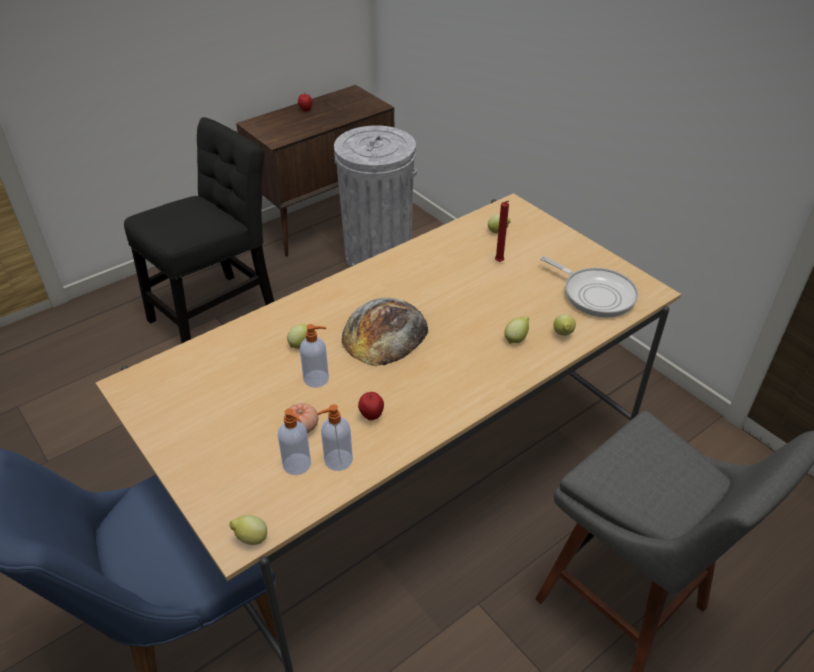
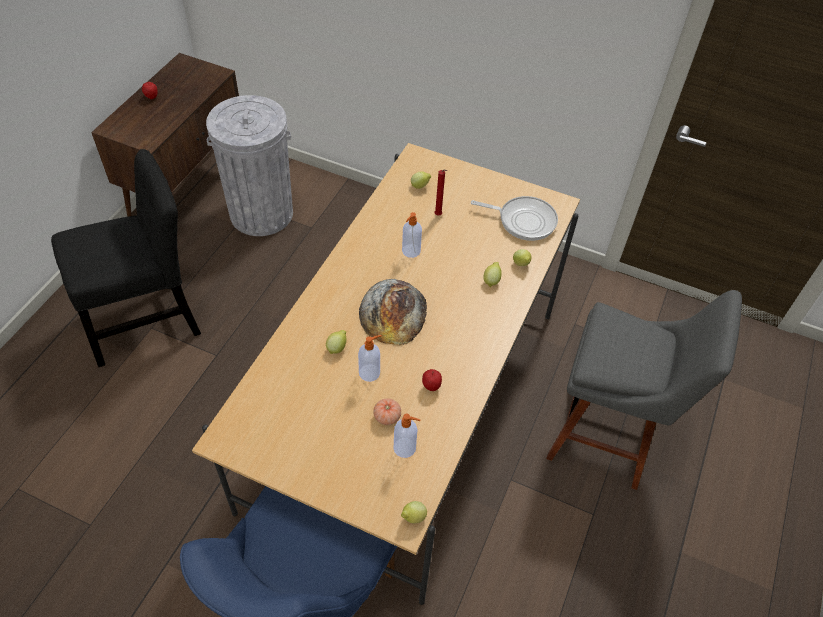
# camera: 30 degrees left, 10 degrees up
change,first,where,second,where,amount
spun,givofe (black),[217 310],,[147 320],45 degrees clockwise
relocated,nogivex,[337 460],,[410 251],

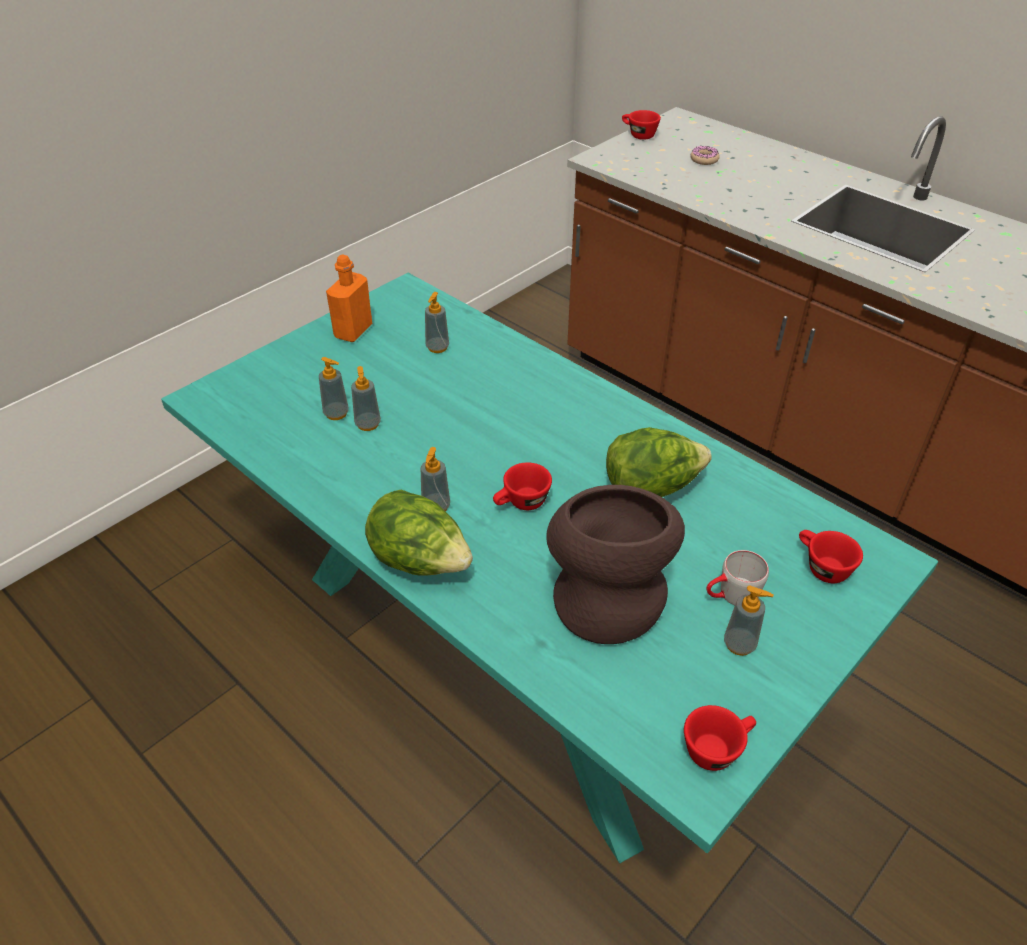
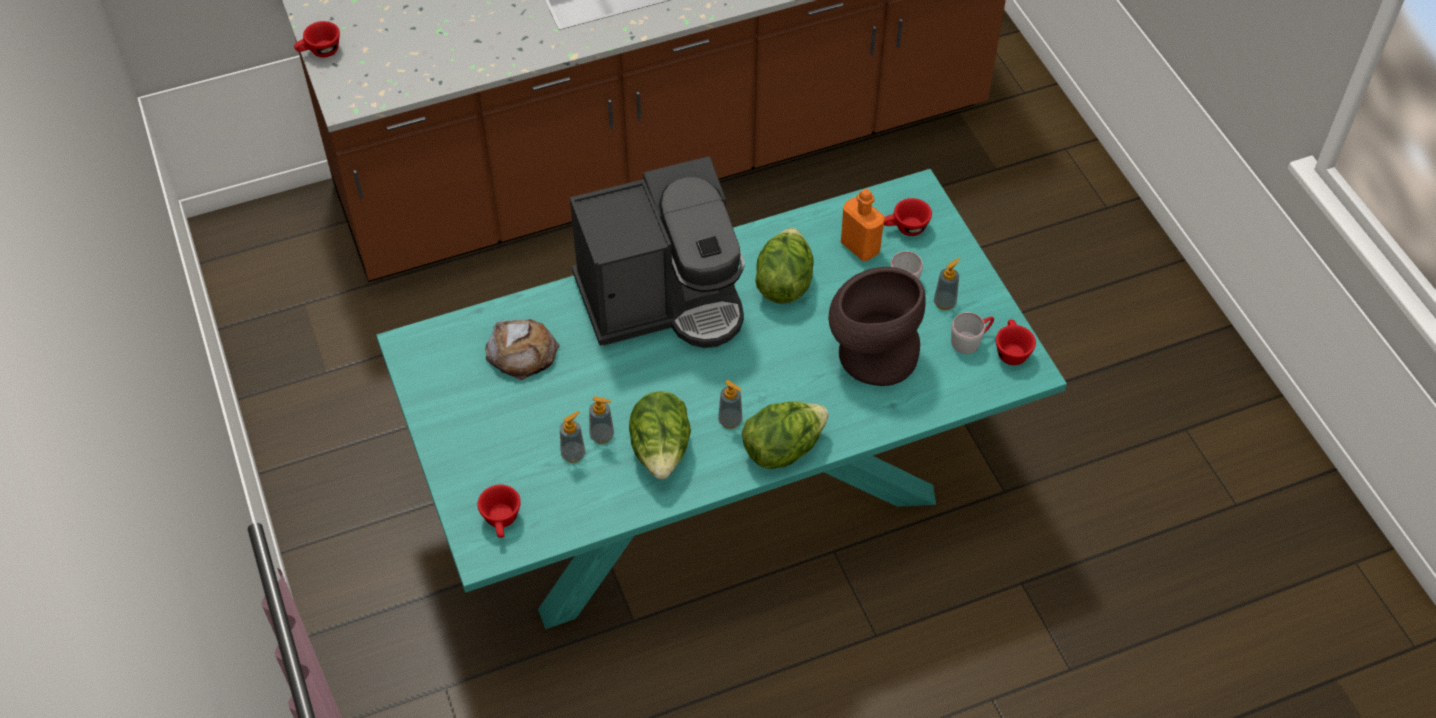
# camera: 65 degrees left, 10 degrees up
change,first,where,second,where,amount
relocated,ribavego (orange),[353 331],,[860 247],
exchanged,nogivex,[437 347],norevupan,[522 352],
relocated,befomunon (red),[521 503],,[502 522],
missing,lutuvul,[704 160],,,
appeared,,,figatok,[663 299],
appeared,,,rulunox,[661 451],
appeared,,,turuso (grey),[971 340],

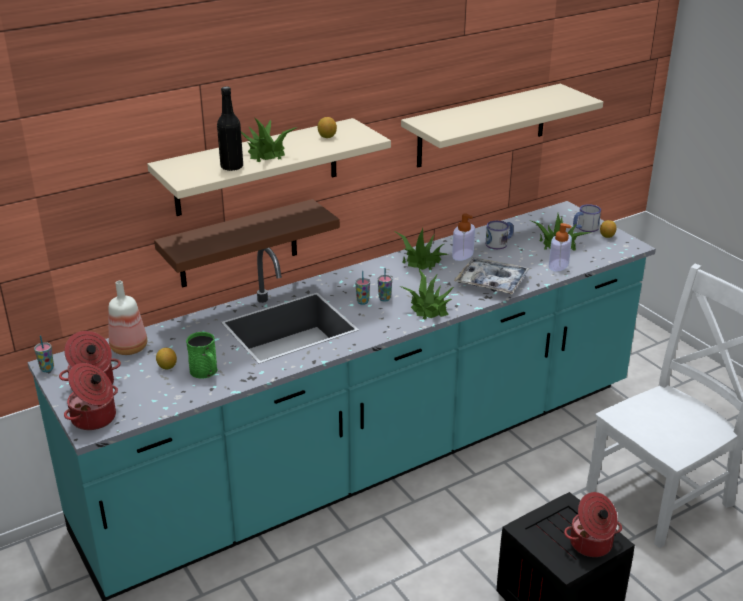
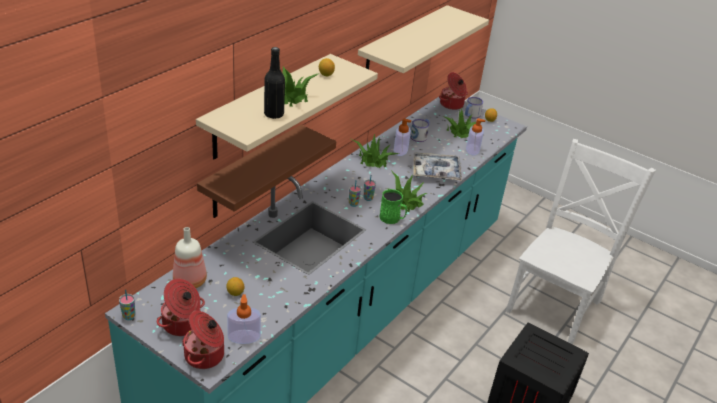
# camera: 25 degrees left, 5 degrees up
change,first,where,second,where,amount
relocated,turuso (green),[205 372],,[392 219],
relocated,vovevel,[591 544],,[452 105],
appeared,,,nogivex,[244 337],

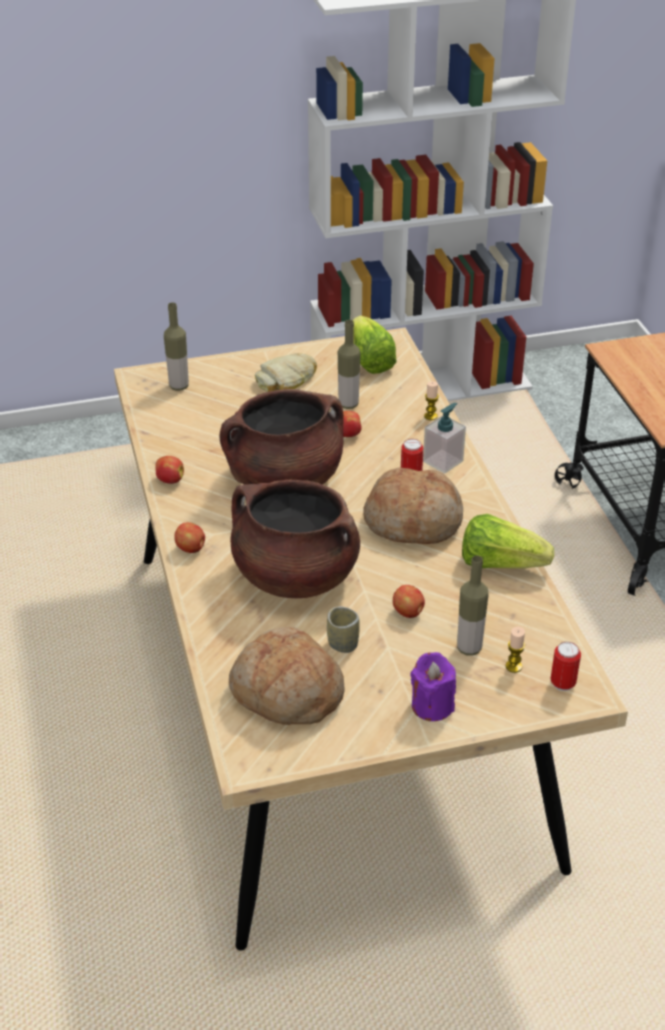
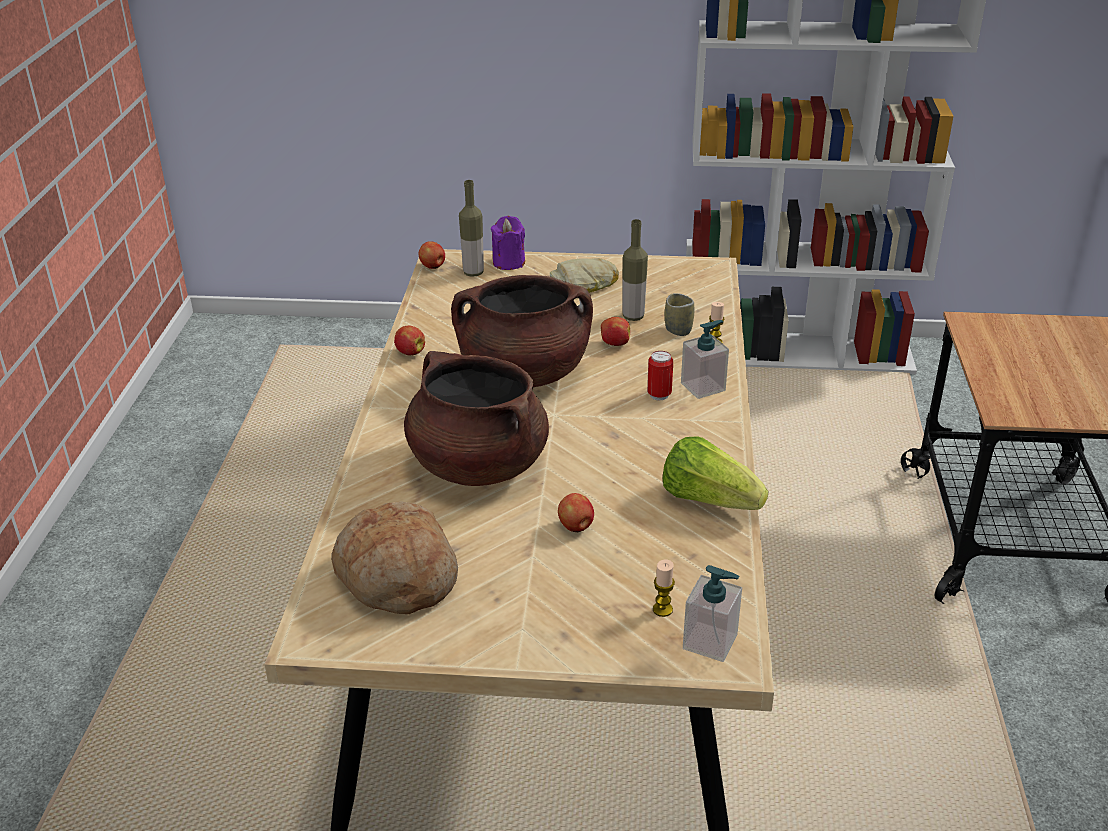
# camera: 20 degrees right, 5 degrees down
change,first,where,second,where,amount
relocated,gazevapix,[191 549],,[433 267],
relocated,befomunon,[343 644],,[678 330],
missing,rulunox,[369 360],,,
missing,norevupan,[414 520],,,
relocated,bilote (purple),[432 705],,[508 262],
missing,ribavego,[469 648],,,
exchanged,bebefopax,[562 683],nogivex,[710 642],

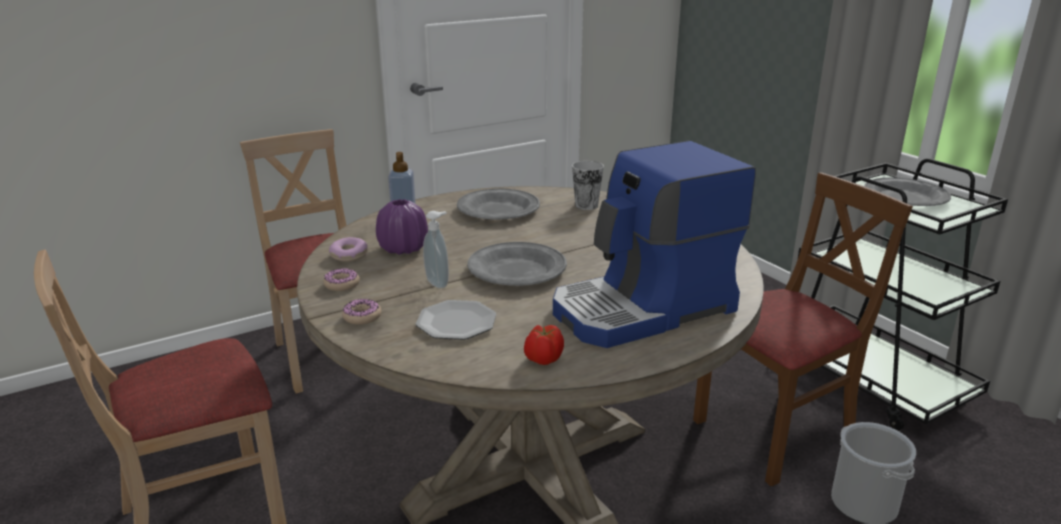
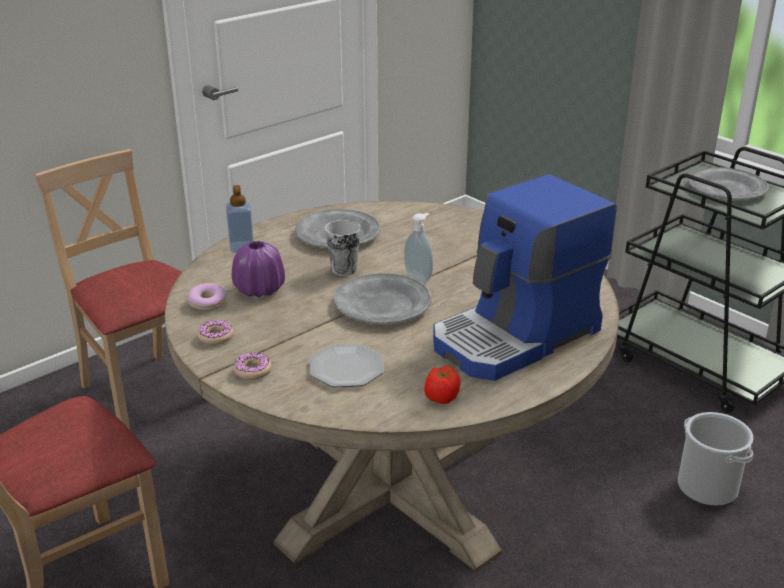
# camera: 10 degrees left, 5 degrees up
change,first,where,second,where,amount
relocated,nogivex,[438 283],,[419 277],
relocated,befomunon,[586 206],,[344 270],
missing,givofe (brown),[774 434],,,

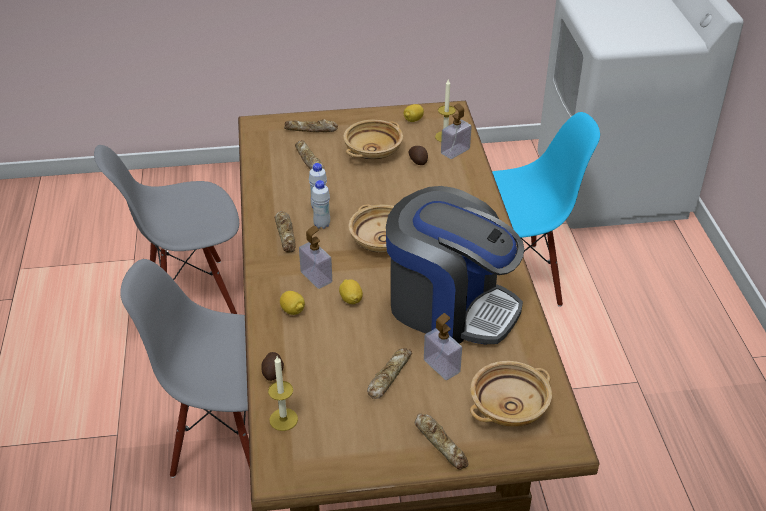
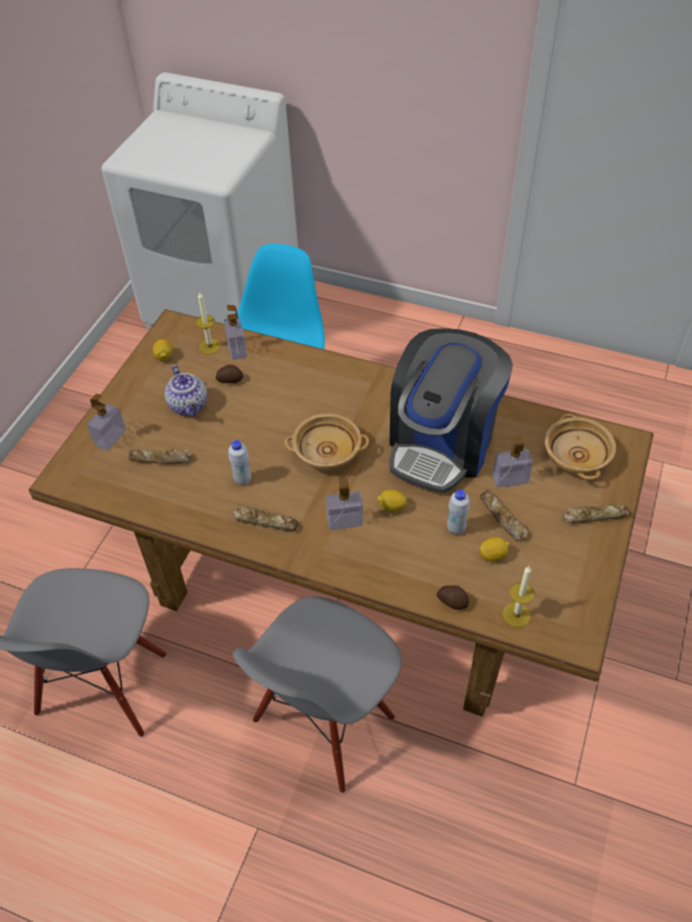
# camera: 60 degrees left, 10 degrees up
change,first,where,second,where,amount
relocated,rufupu,[292 310],,[493 555],
exchanged,norevupan,[311 130],nogivex,[110 438],
relocated,ribavego (white),[322 225],,[456 528],
exchanged,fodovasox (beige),[373 152],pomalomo,[189 405],
spun,figatok,[450 306],,[442 443],150 degrees clockwise

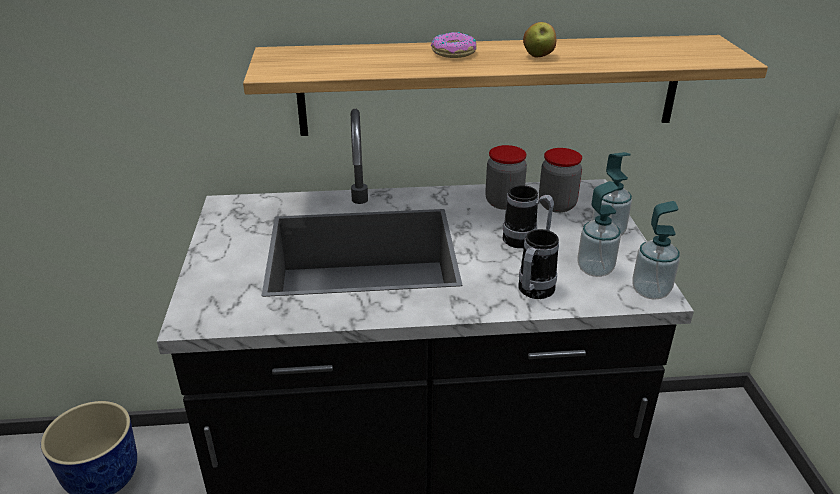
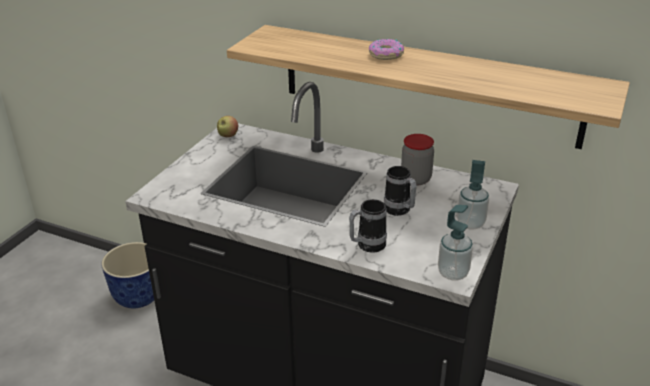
# camera: 30 degrees right, 0 degrees up
change,first,where,second,where,amount
relocated,gazevapix,[538 56],,[228 136],
missing,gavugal,[557 205],,,
missing,nogivex,[595 269],,,

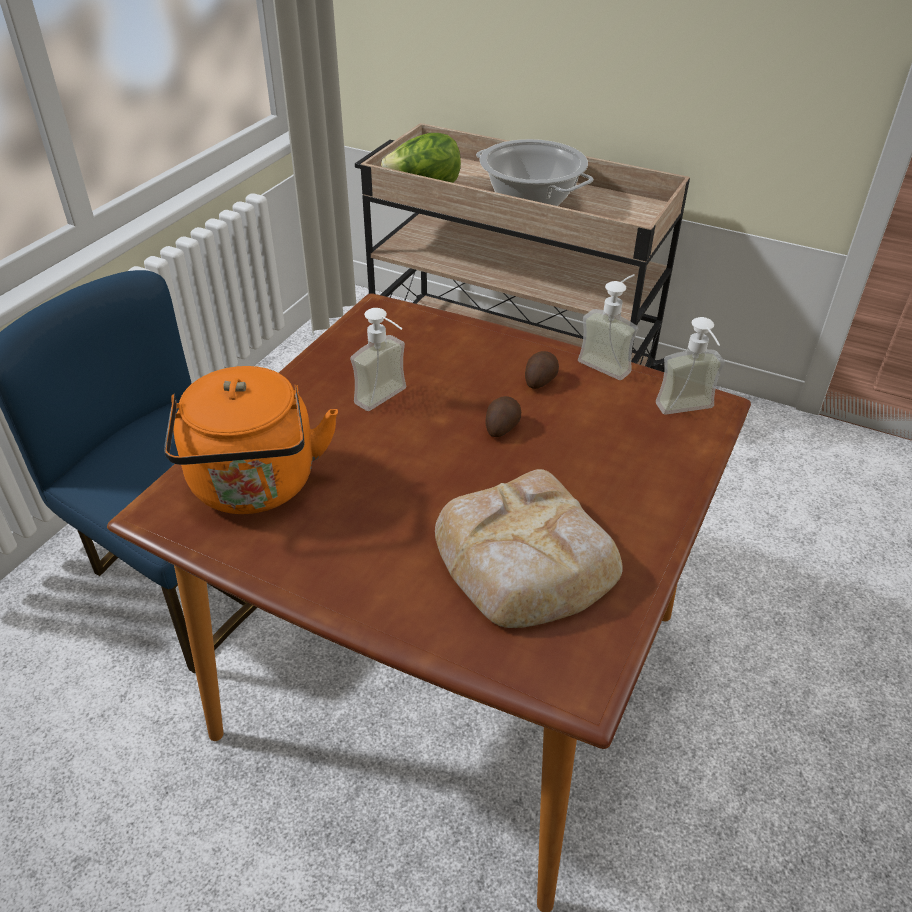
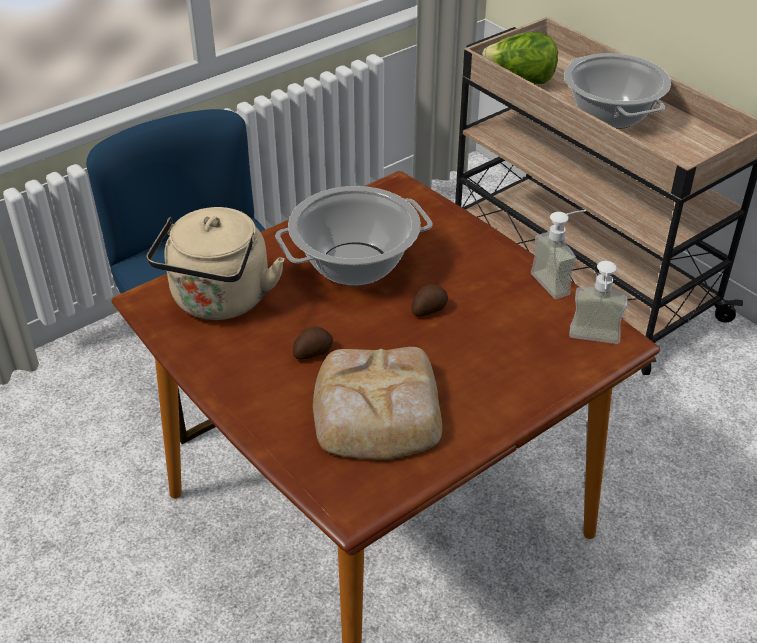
# camera: 25 degrees right, 0 degrees up
change,first,where,second,where,amount
colour,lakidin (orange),[255 487],lakidin (beige),[219 302],
exchanged,nogivex,[388 400],vovevel,[355 264],
relocated,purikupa,[539 380],,[312 352],

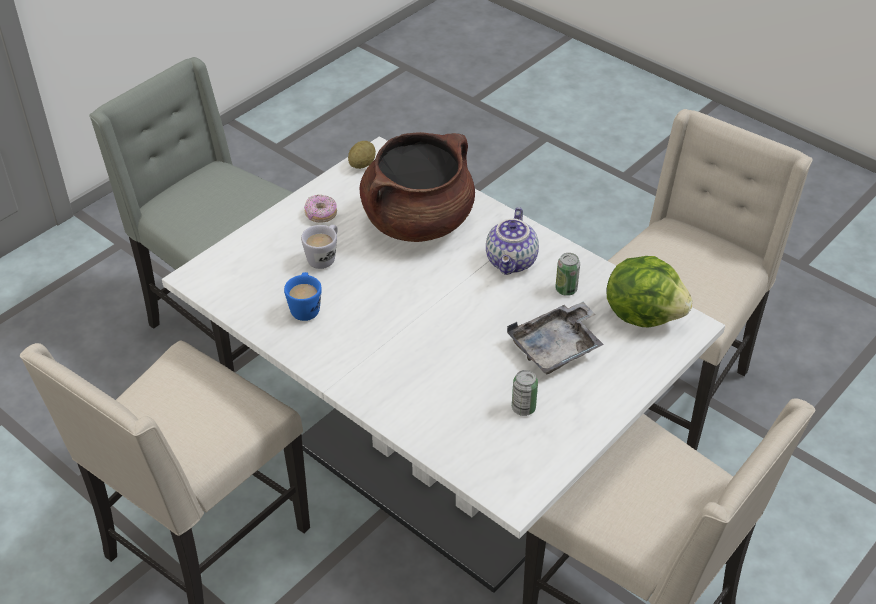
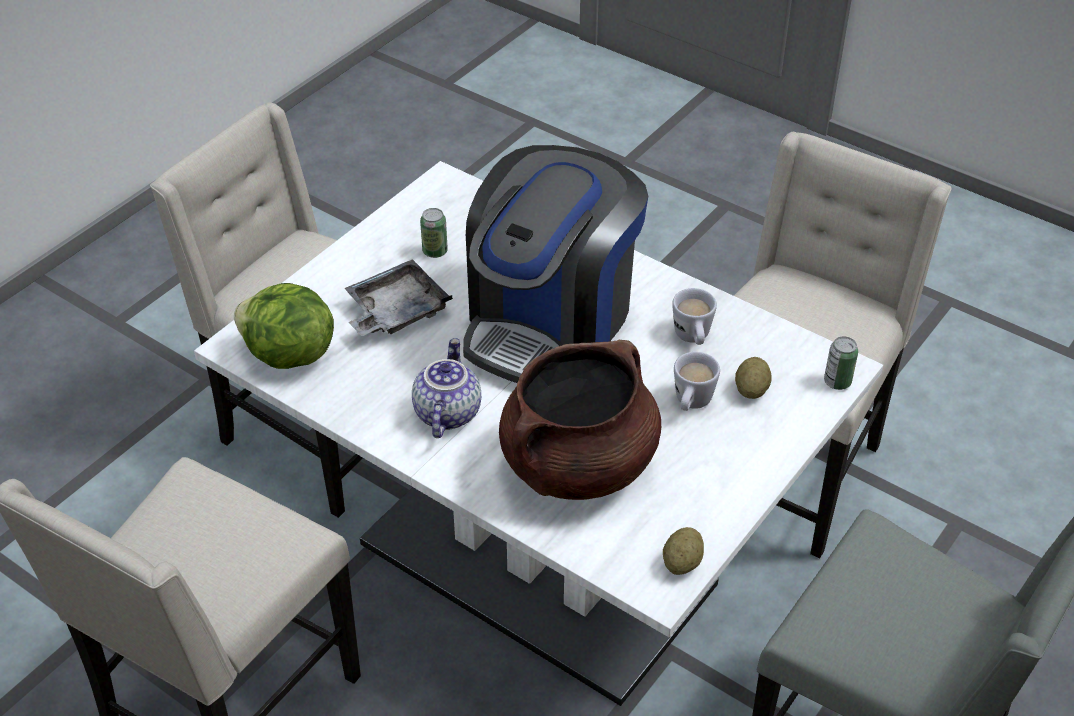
# camera: 175 degrees right, 0 degrees up
change,first,where,second,where,amount
colour,turuso (blue),[305 307],turuso (white),[693 339],
missing,lutuvul,[321 214],,,
relocated,bebefopax,[566 289],,[837 382],
appeared,,,figatok,[550 322],
appeared,,,purikupa,[751 390],

